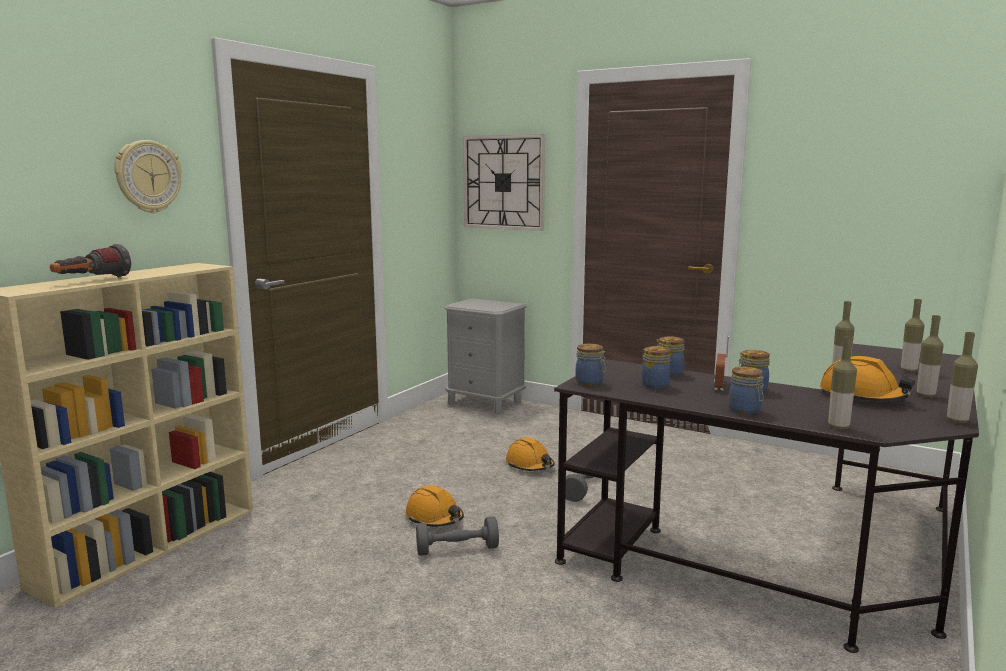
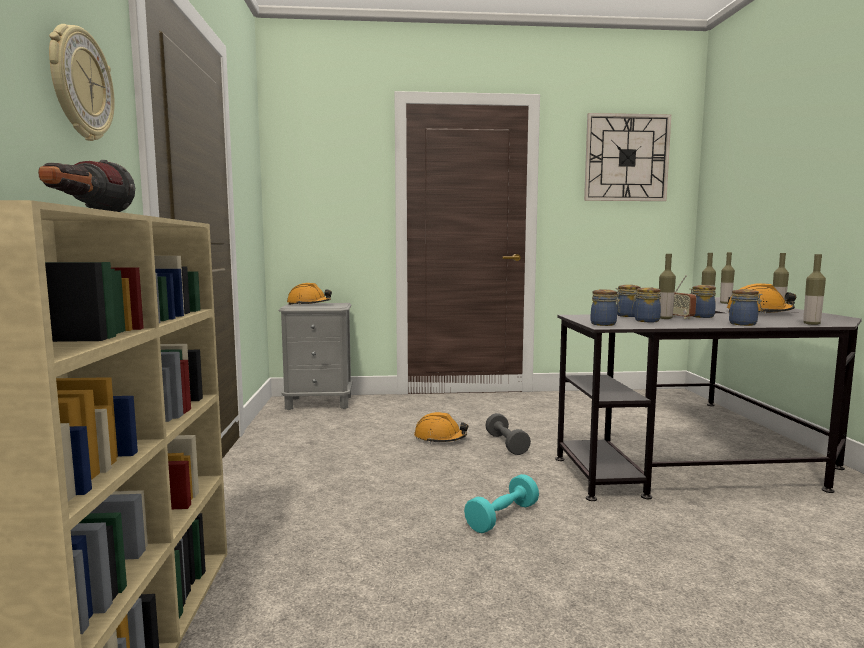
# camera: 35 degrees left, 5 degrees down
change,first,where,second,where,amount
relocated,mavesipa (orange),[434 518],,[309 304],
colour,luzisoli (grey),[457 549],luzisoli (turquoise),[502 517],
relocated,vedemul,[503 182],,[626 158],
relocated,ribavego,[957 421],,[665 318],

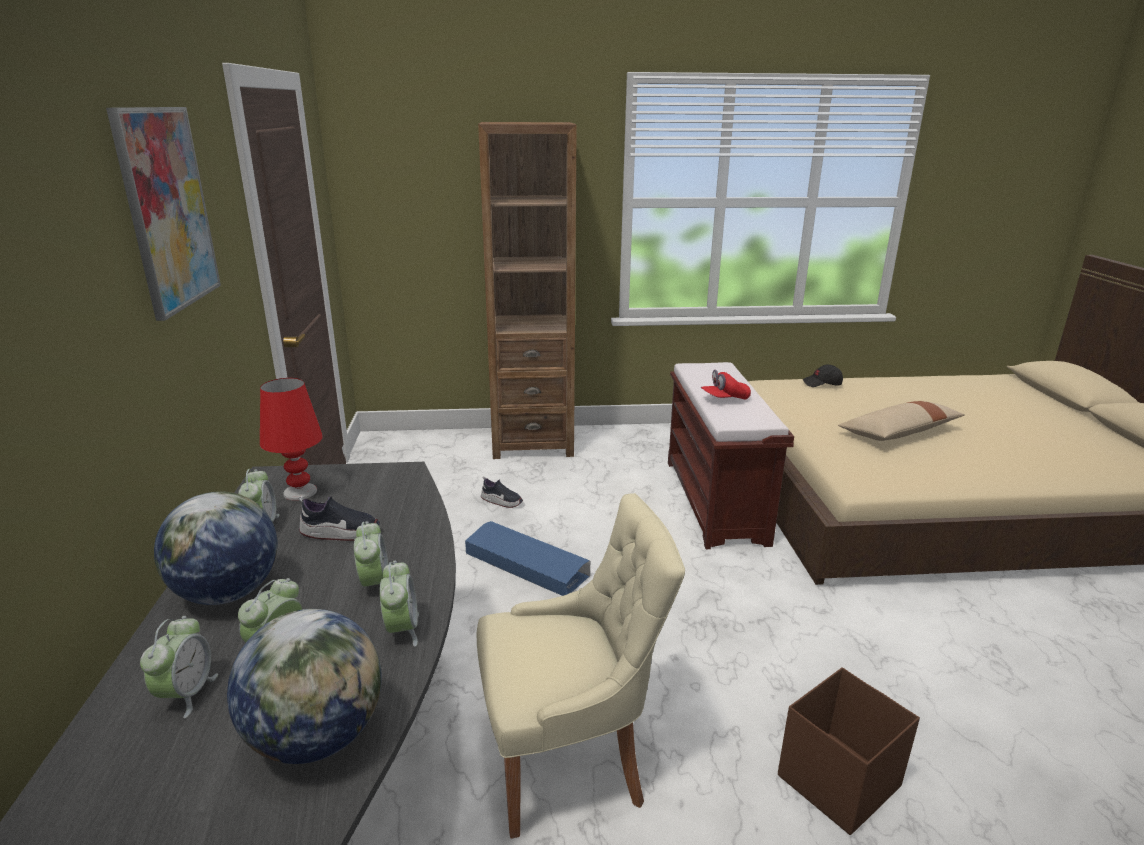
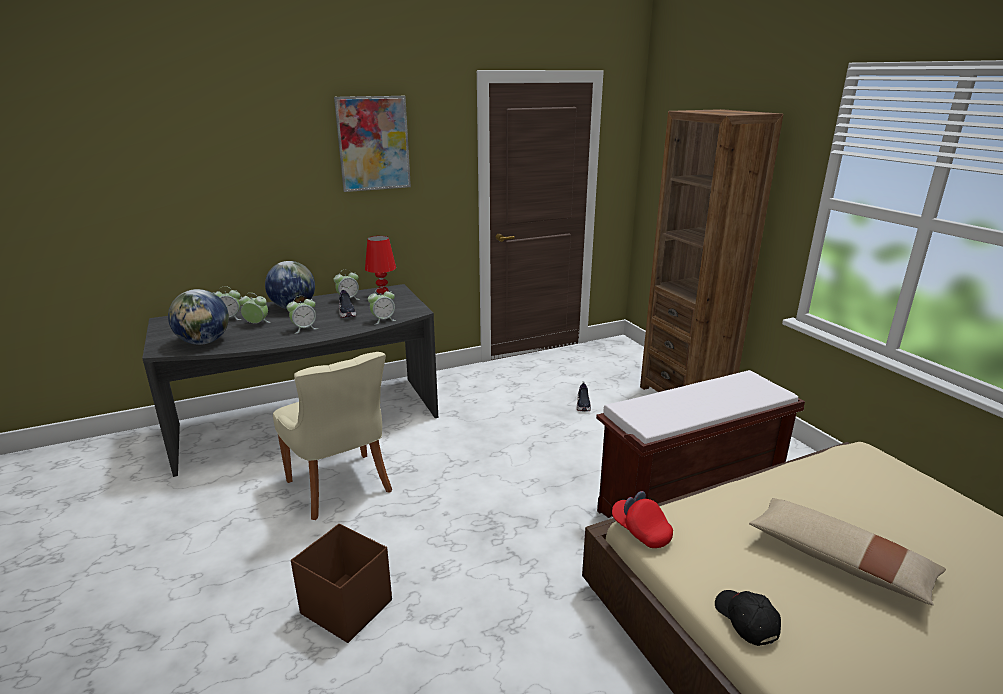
# camera: 70 degrees right, 0 degrees up
change,first,where,second,where,amount
relocated,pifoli,[402 630],,[383 320],
missing,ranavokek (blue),[526 564],,,
relocated,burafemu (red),[725 399],,[640 531],
relocated,burafemu (black),[822 383],,[745 620],

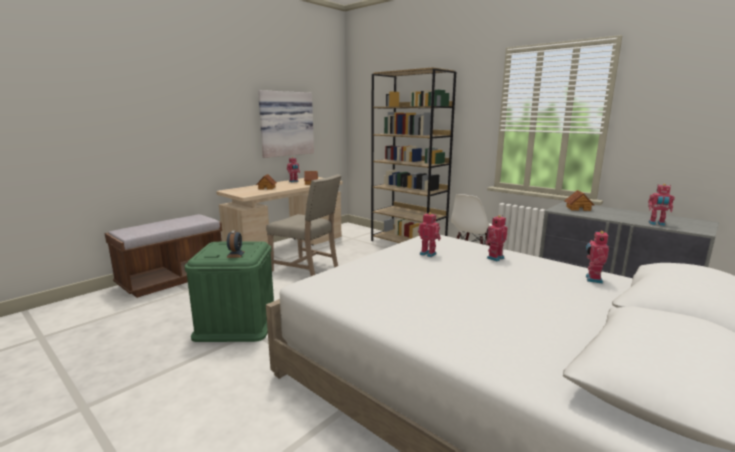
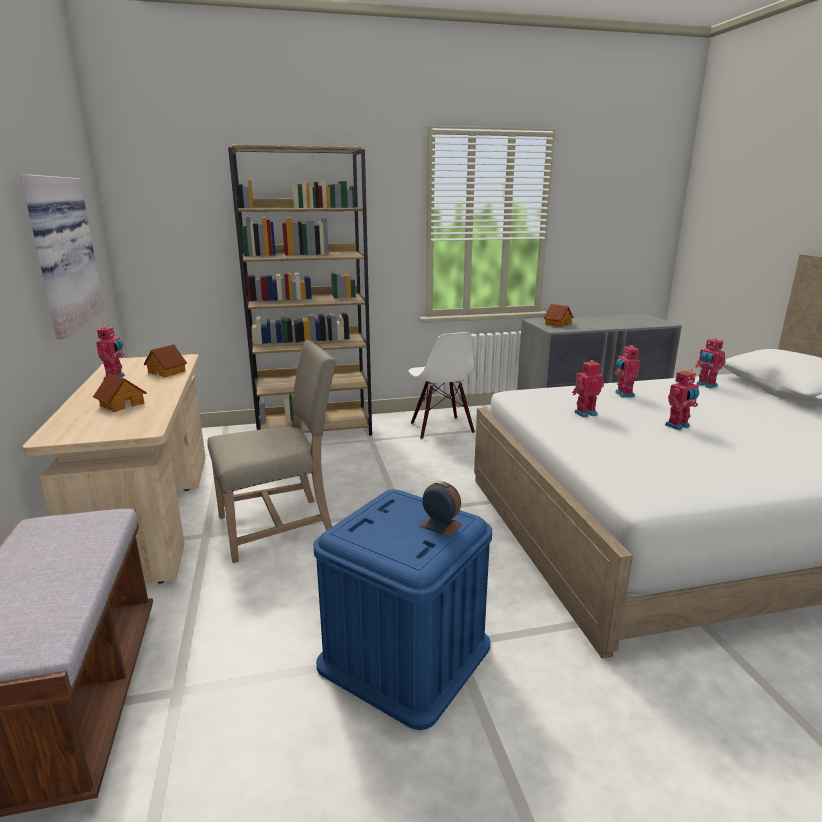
# camera: 55 degrees left, 5 degrees up
change,first,where,second,where,amount
colour,ranavokek (green),[237 322],ranavokek (blue),[405 655],
relocated,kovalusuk,[656 224],,[678 426],

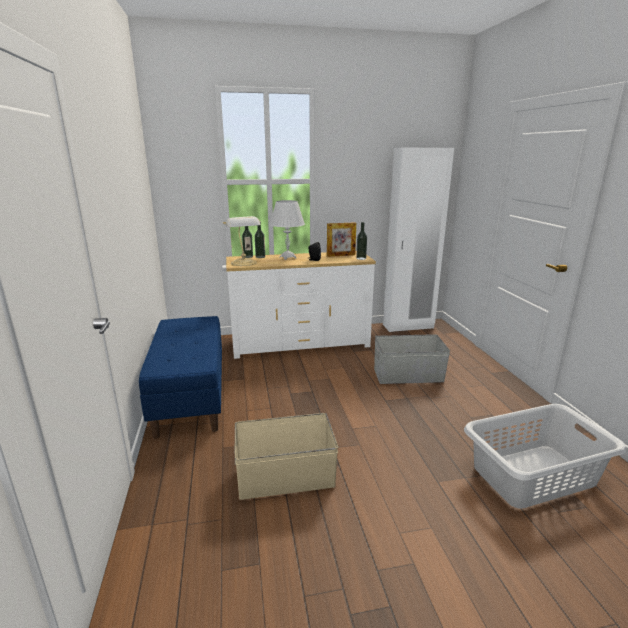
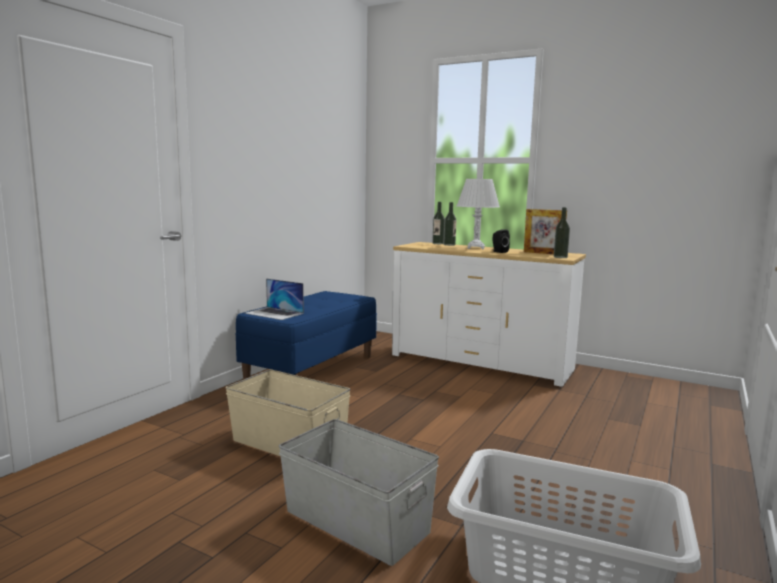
# camera: 40 degrees right, 10 degrees down
change,first,where,second,where,amount
missing,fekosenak,[244 263],,,
relocated,ranavokek (grey),[408 375],,[356 522],
missing,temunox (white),[408 326],,,
appeared,,,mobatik,[274 313],

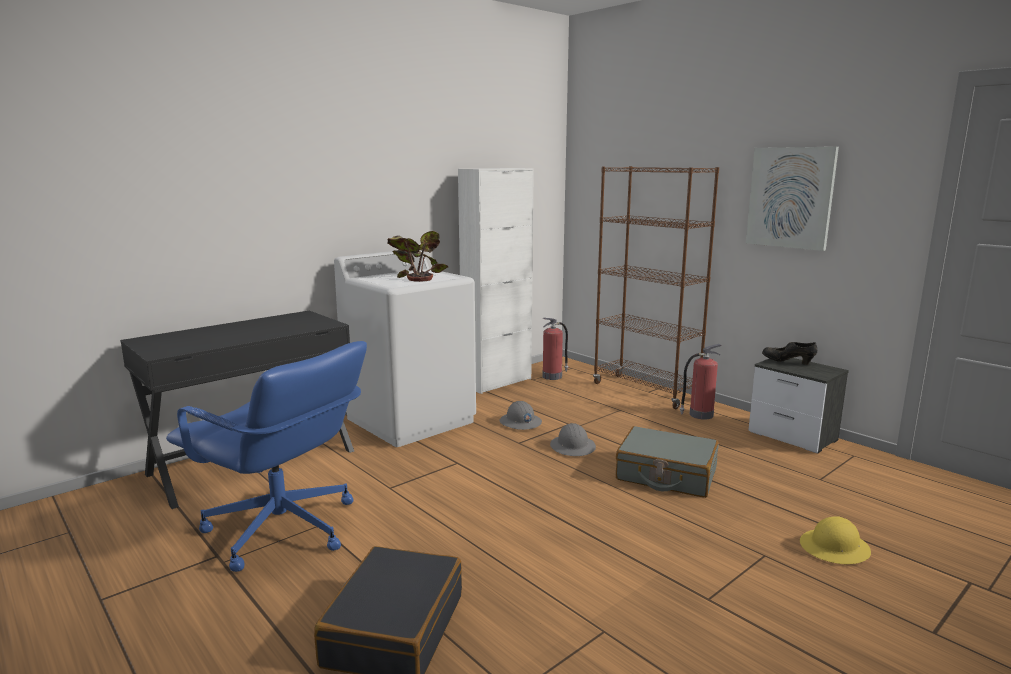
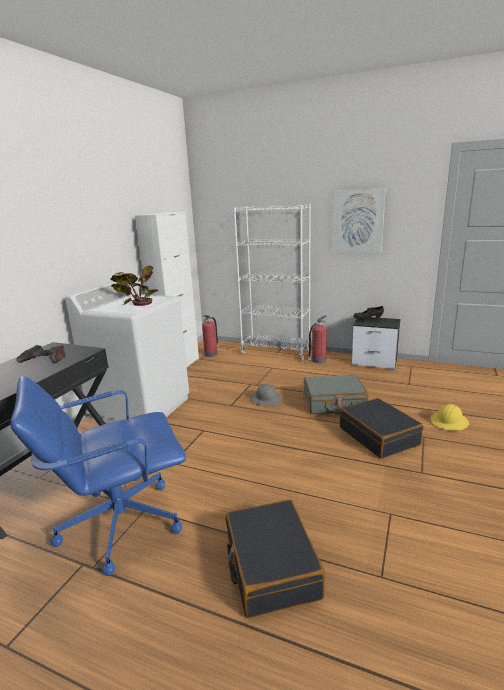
# camera: 25 degrees left, 5 degrees up
change,first,where,second,where,amount
spun,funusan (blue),[282 530],,[119 523],150 degrees clockwise
missing,mavesipa (grey),[520 422],,,
colour,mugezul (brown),[645 392],mugezul (white),[276 352],
appeared,,,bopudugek,[42 360],
appeared,,,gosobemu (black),[379 436],

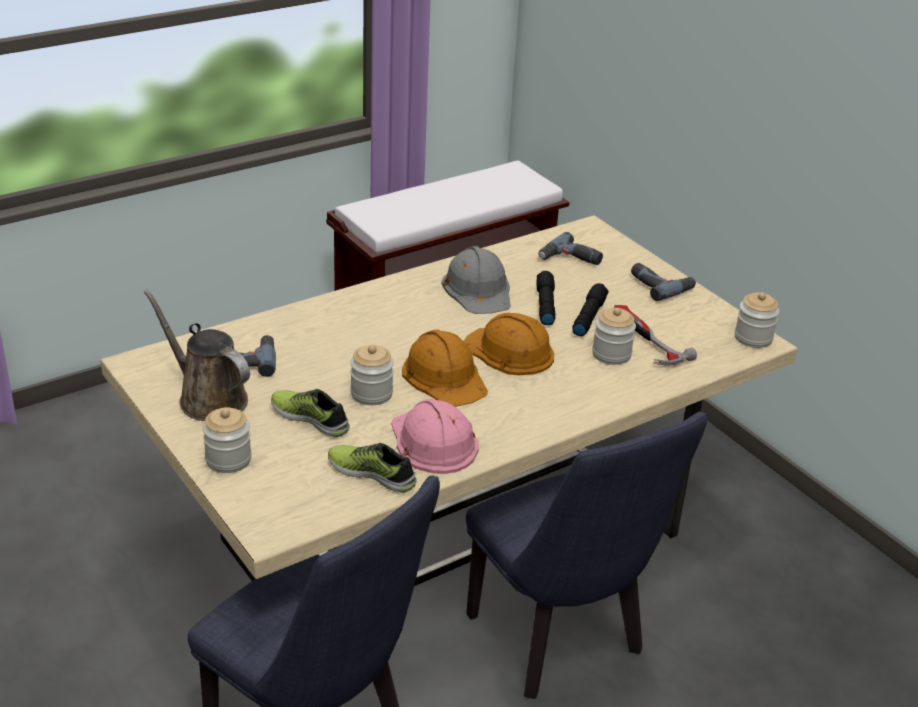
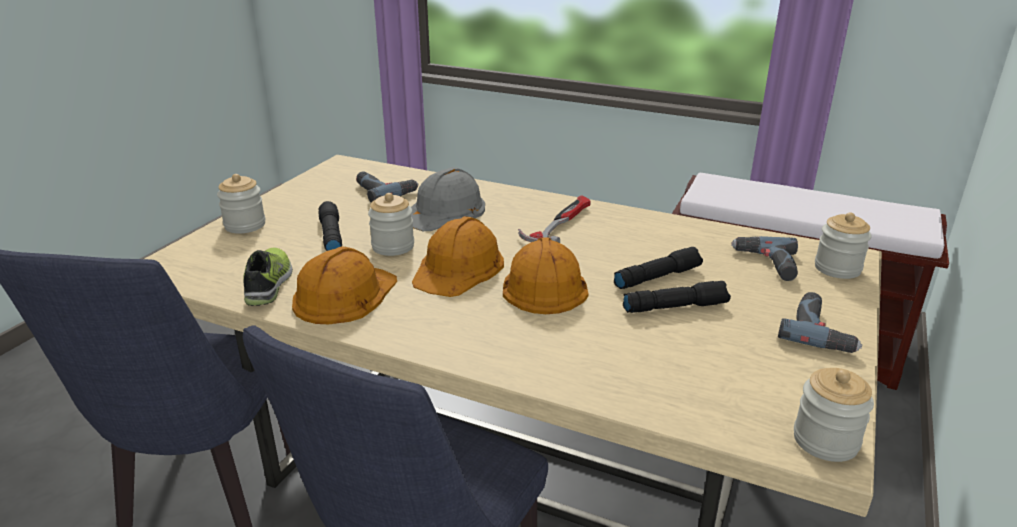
# camera: 60 degrees right, 5 degrees down
change,first,where,second,where,amount
missing,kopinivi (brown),[208 398],,,
exchanged,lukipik,[311 418],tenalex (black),[330 235],
colour,mavesipa (pink),[433 442],mavesipa (orange),[344 294],
relocated,mavesipa (grey),[478 289],,[444 211],
relocated,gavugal,[611 354],,[837 268],
relocated,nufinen,[645 339],,[559 224],

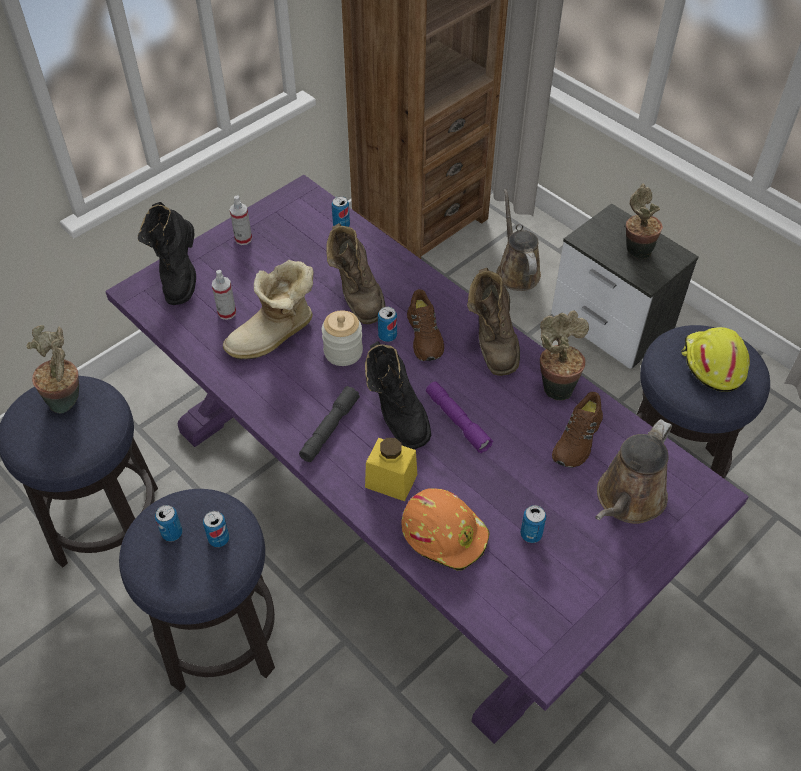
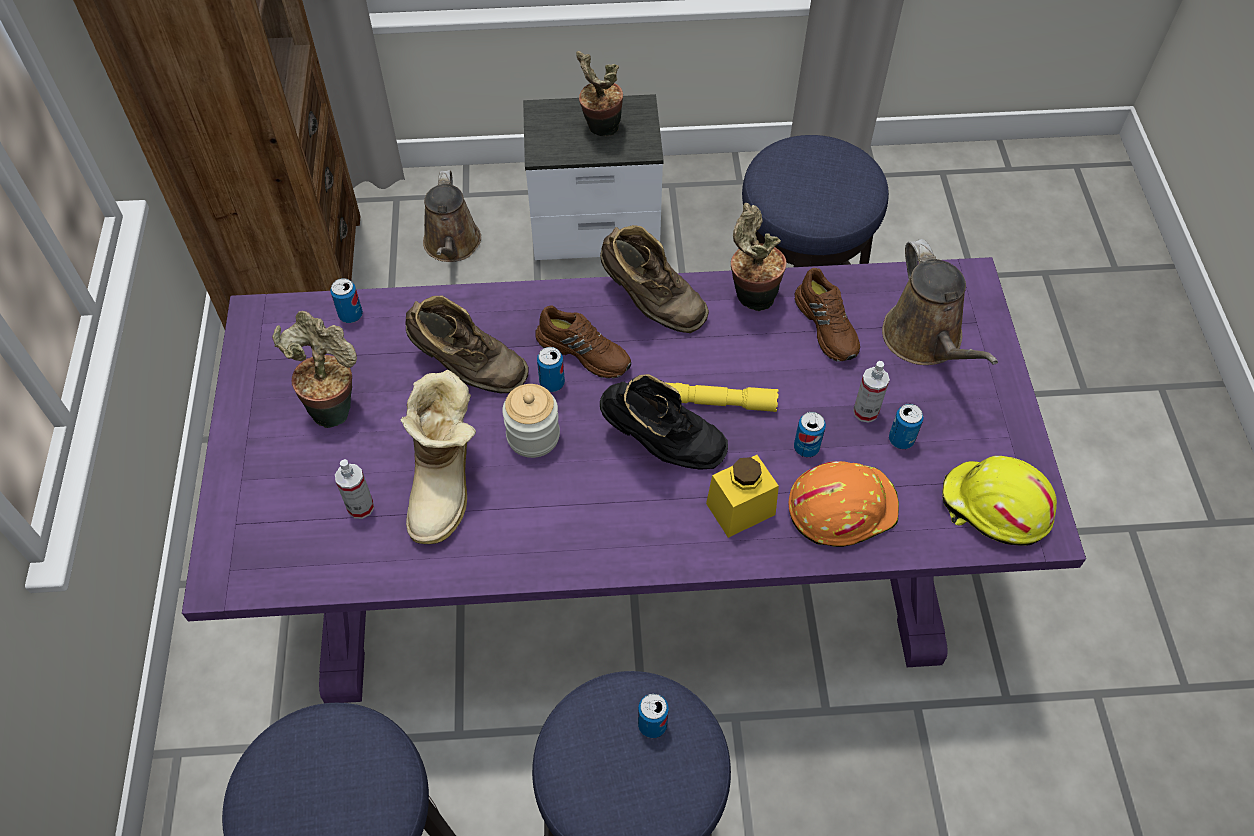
# camera: 50 degrees left, 5 degrees up
change,first,where,second,where,amount
relocated,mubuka,[68 401],,[334 407],
missing,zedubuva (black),[179 275],,,
relocated,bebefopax,[172 533],,[806 447],
relocated,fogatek,[243 239],,[865 412],
missing,tenalex (grey),[329 429],,,
colour,tenalex (purple),[457 421],tenalex (yellow),[719 402],
spun,kopinivi (brown),[516 271],,[452 245],120 degrees counterclockwise
relocated,mavesipa (yellow),[712 364],,[994 508],

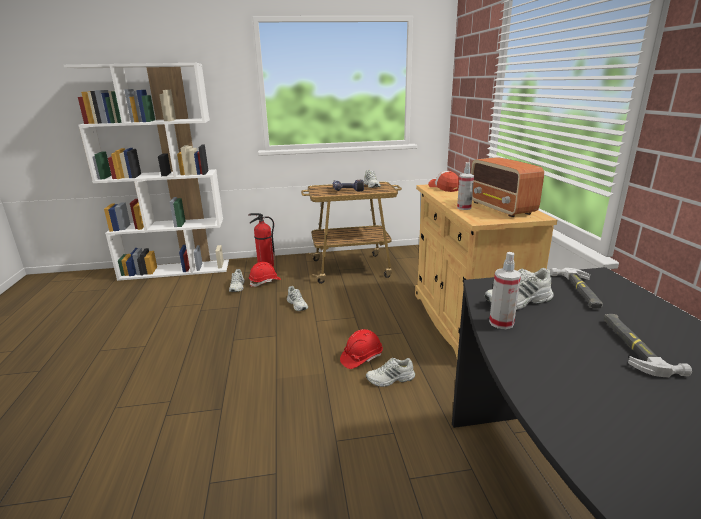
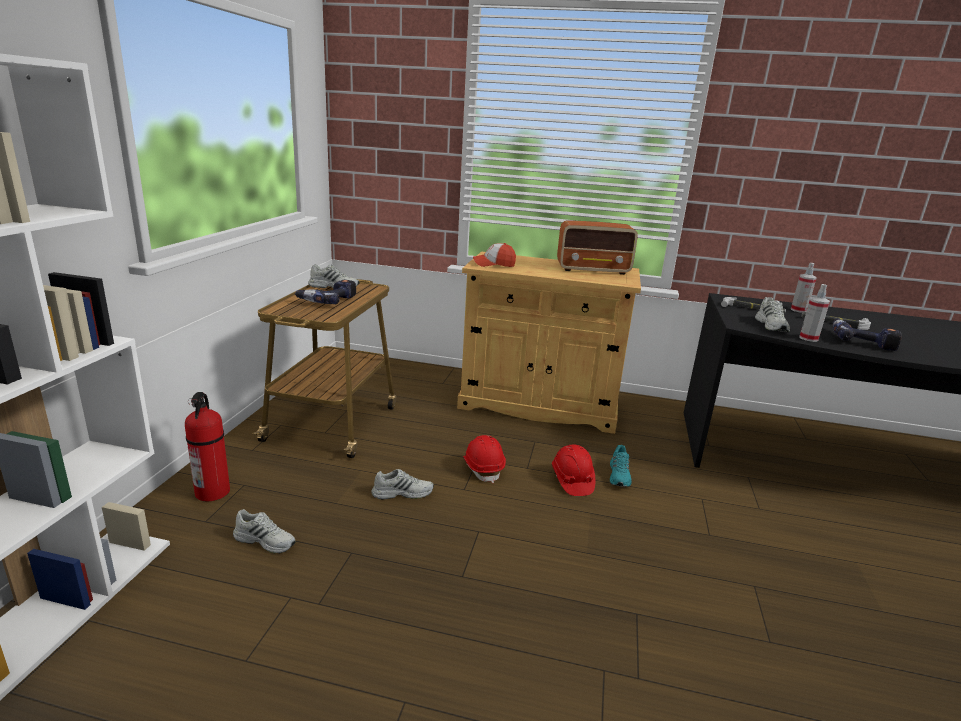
# camera: 70 degrees left, 0 degrees up
change,first,where,second,where,amount
relocated,mavesipa (red),[265 282],,[483 468],
colour,lukipik (white),[390 379],lukipik (turquoise),[619 475],
relocated,fogatek,[464 208],,[798 310],
appeared,,,bopudugek,[861 341],

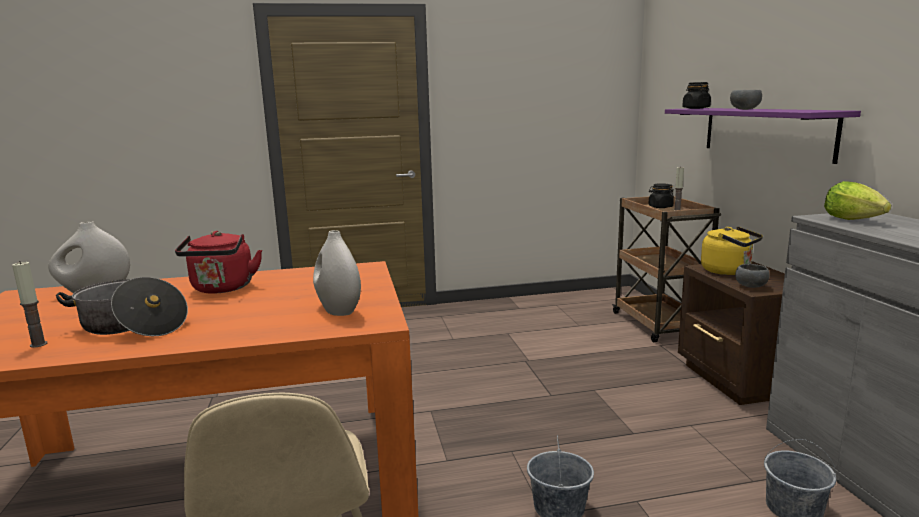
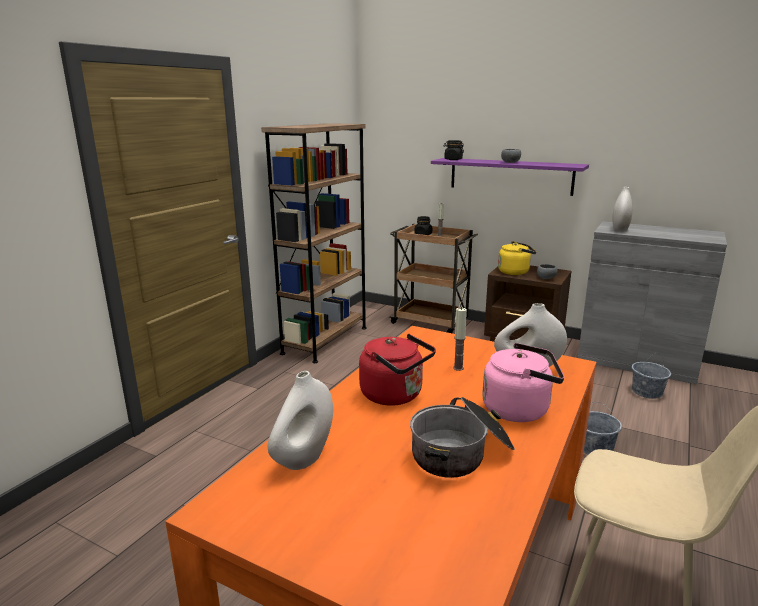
# camera: 50 degrees left, 5 degrees up
change,first,where,second,where,amount
relocated,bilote,[38 344],,[458 368],
exchanged,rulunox,[852 219],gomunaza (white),[620 229],
appeared,,,mugezul (brown),[325 340],
appeared,,,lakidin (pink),[519 409],

